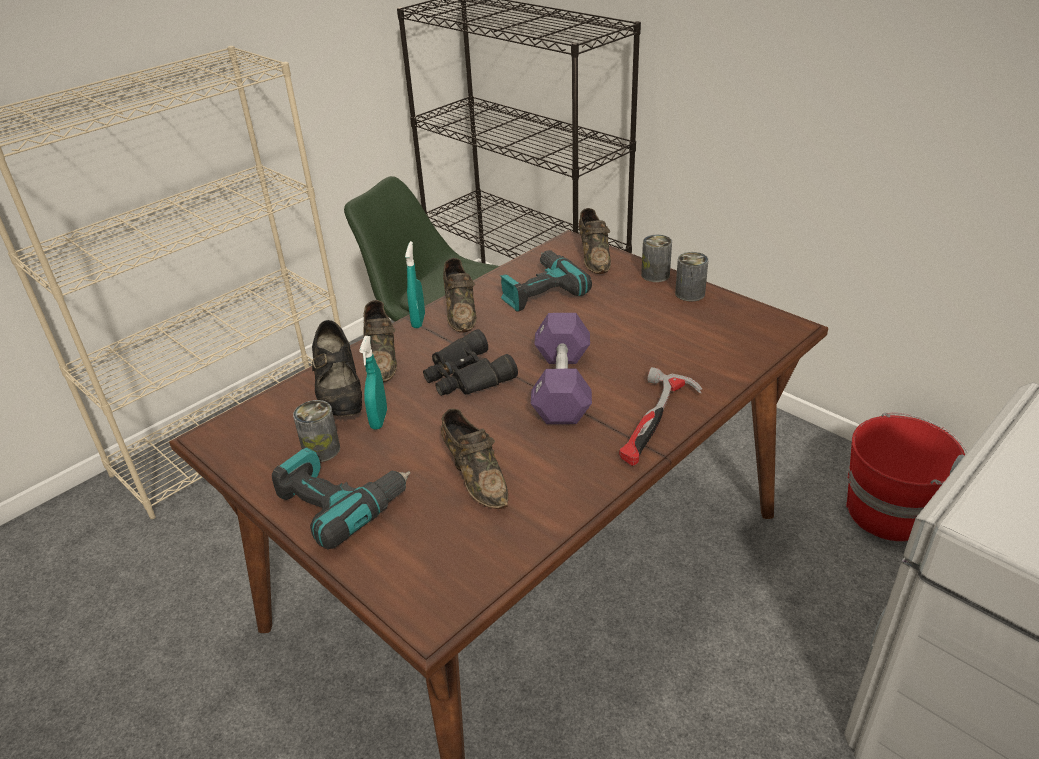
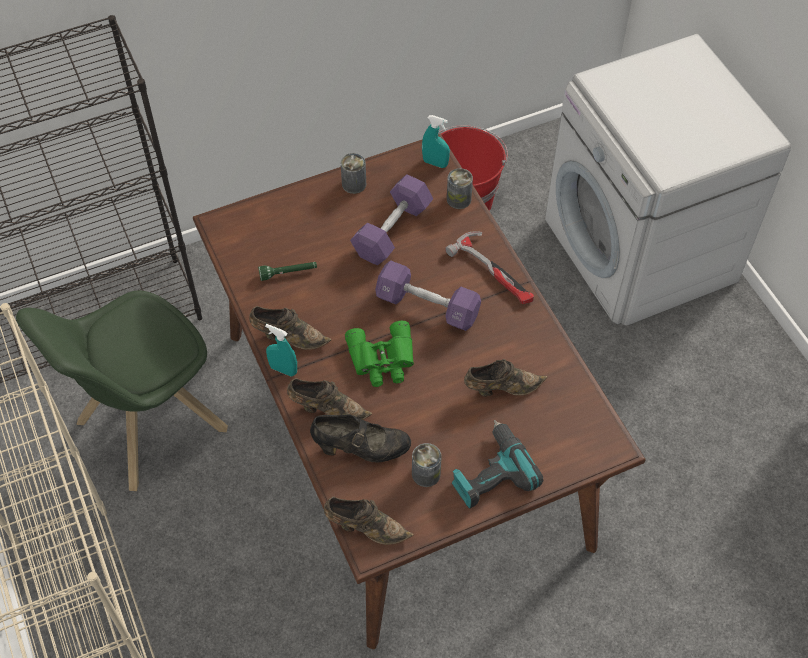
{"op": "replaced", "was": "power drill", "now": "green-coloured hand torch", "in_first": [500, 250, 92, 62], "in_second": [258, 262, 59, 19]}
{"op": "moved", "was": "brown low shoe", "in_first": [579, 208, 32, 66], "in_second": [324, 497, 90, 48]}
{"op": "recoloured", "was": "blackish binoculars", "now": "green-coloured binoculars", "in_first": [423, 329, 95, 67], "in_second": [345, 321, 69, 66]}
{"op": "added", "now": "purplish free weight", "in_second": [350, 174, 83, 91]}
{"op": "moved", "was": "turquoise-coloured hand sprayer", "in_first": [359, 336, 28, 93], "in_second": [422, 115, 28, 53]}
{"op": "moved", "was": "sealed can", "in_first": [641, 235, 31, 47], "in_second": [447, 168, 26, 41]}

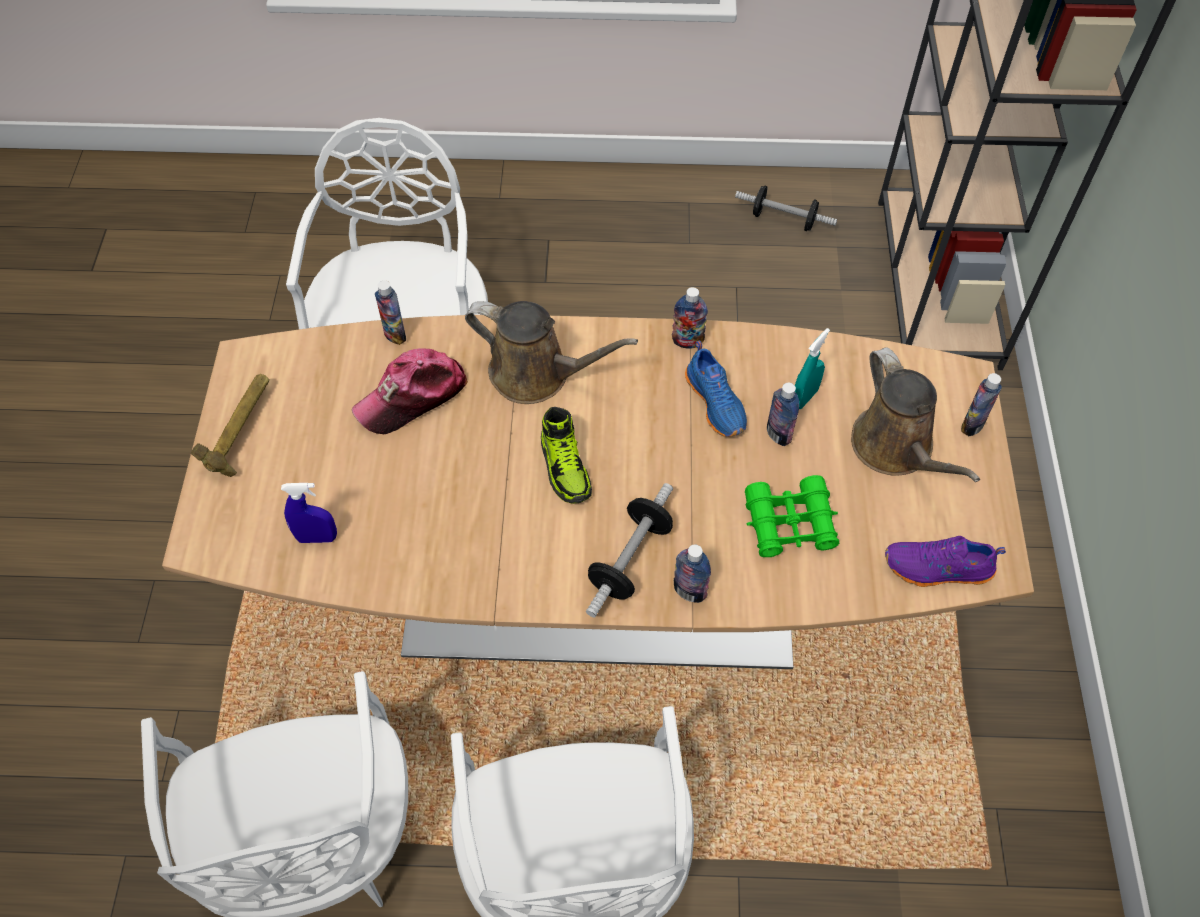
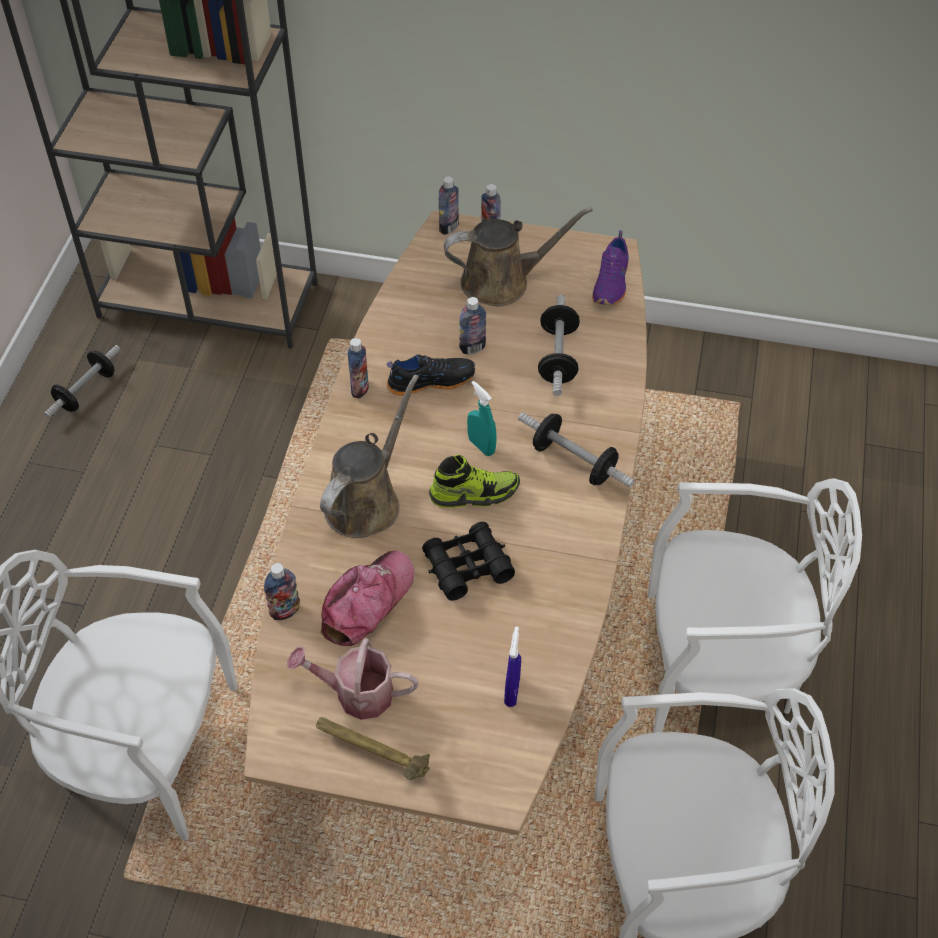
{"op": "added", "now": "sprinkling can", "in_second": [287, 638, 131, 82]}
{"op": "turned", "was": "peaked cap", "in_first": [352, 348, 116, 86], "in_second": [321, 551, 93, 95], "clockwise": -120}
{"op": "recoloured", "was": "bluish low shoe", "now": "blackish low shoe", "in_first": [685, 340, 62, 97], "in_second": [387, 354, 88, 42]}
{"op": "added", "now": "blackish binoculars", "in_second": [422, 522, 93, 79]}
{"op": "moved", "was": "bottle", "in_first": [674, 545, 37, 58], "in_second": [439, 176, 20, 59]}
{"op": "moved", "was": "turquoise-coloured hand sprayer", "in_first": [795, 328, 35, 81], "in_second": [467, 381, 30, 75]}
{"op": "replaced", "was": "green-coloured binoculars", "now": "free weight", "in_first": [745, 475, 94, 82], "in_second": [538, 295, 42, 101]}

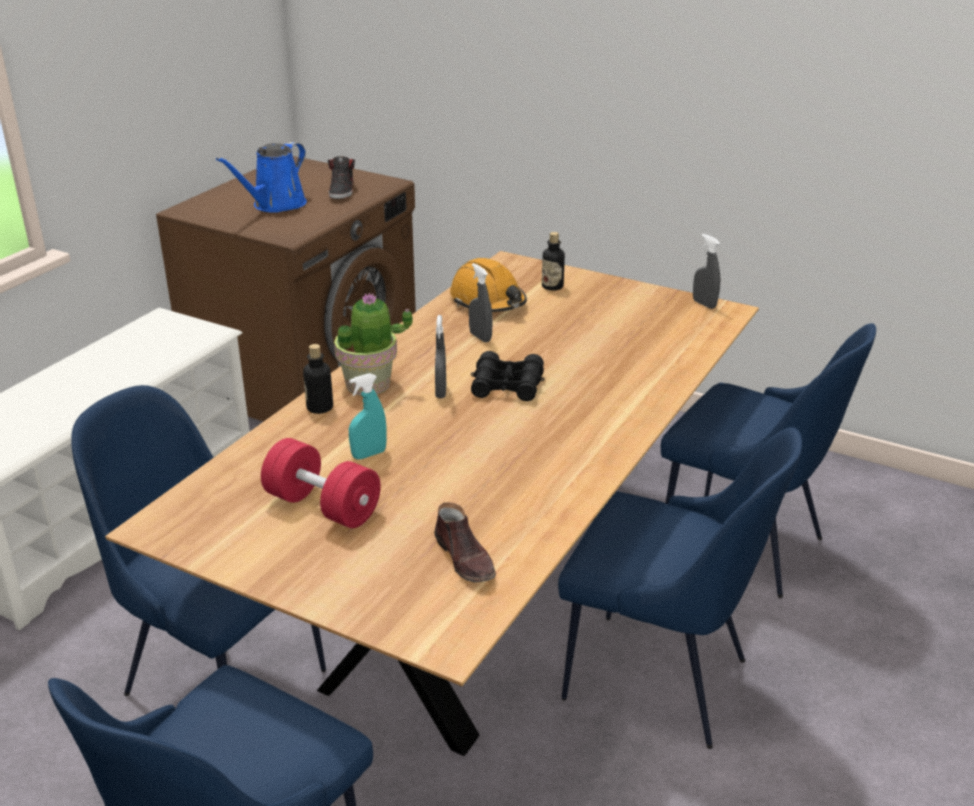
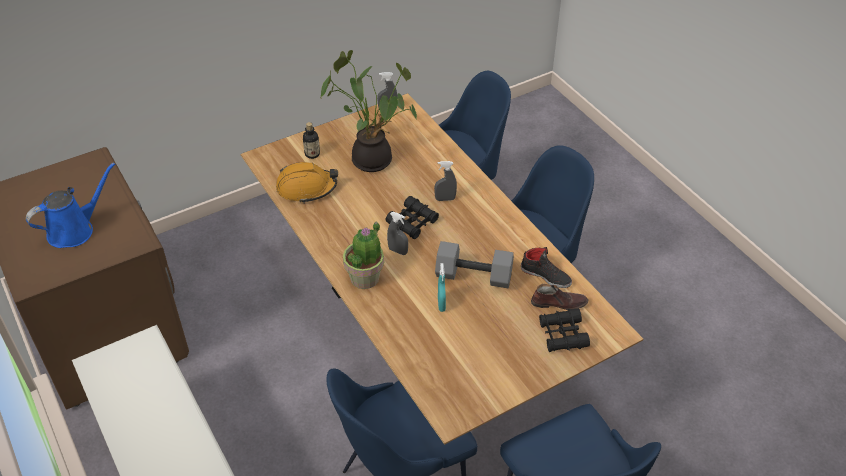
{"op": "turned", "was": "bluish sprinkling can", "in_first": [216, 142, 91, 71], "in_second": [26, 162, 89, 86], "clockwise": -105}
{"op": "added", "now": "houseplant", "in_second": [321, 50, 96, 122]}
{"op": "moved", "was": "greyish hand sprayer", "in_first": [469, 263, 24, 79], "in_second": [434, 161, 23, 40]}
{"op": "added", "now": "greyish free weight", "in_second": [435, 241, 79, 47]}
{"op": "moved", "was": "blackish low shoe", "in_first": [328, 156, 27, 43], "in_second": [521, 247, 51, 41]}
{"op": "added", "now": "blackish binoculars", "in_second": [539, 309, 51, 43]}
{"op": "removed", "was": "reddish free weight", "in_first": [261, 438, 120, 90]}
{"op": "removed", "was": "bottle", "in_first": [303, 344, 30, 70]}

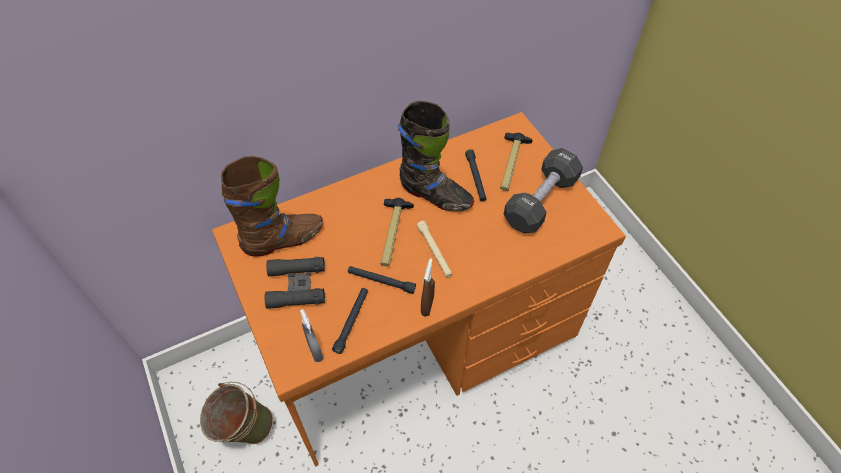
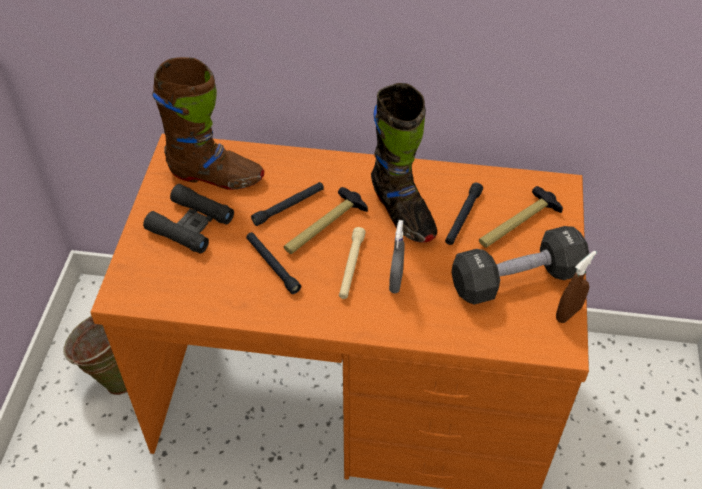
{"op": "moved", "was": "blackish hand torch", "in_first": [332, 288, 36, 66], "in_second": [251, 182, 73, 44]}
{"op": "moved", "was": "greyish hand sprayer", "in_first": [300, 309, 23, 53], "in_second": [389, 220, 15, 73]}
{"op": "moved", "was": "brown hand sprayer", "in_first": [421, 258, 14, 59], "in_second": [556, 251, 41, 72]}

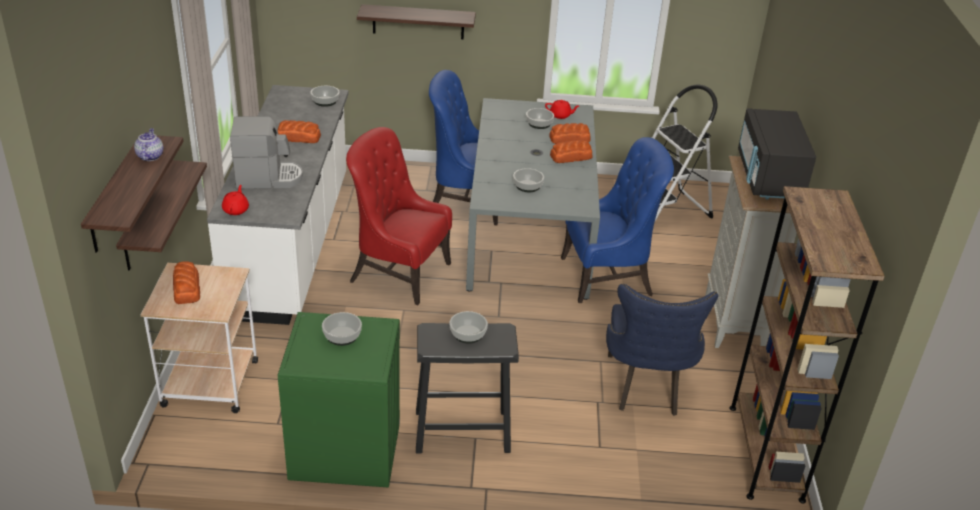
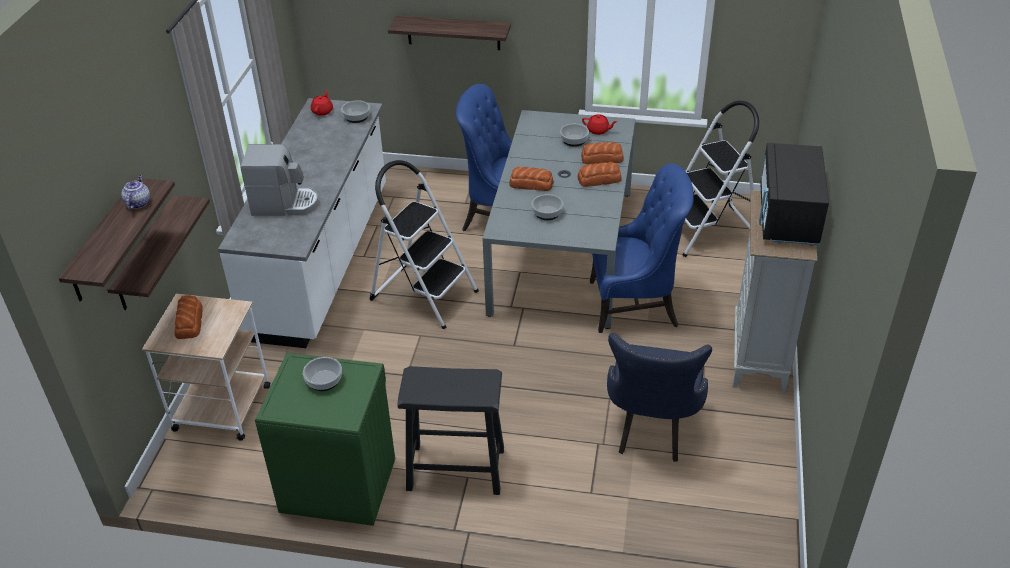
{"op": "moved", "was": "reddish tea pot", "in_first": [222, 185, 27, 30], "in_second": [311, 90, 22, 26]}
{"op": "replaced", "was": "reddish chair", "now": "stepladder", "in_first": [346, 127, 106, 178], "in_second": [370, 160, 109, 169]}
{"op": "moved", "was": "bakery bread", "in_first": [278, 120, 43, 23], "in_second": [510, 167, 43, 24]}
{"op": "removed", "was": "bowl", "in_first": [449, 311, 39, 32]}
{"op": "removed", "was": "brown bookcase", "in_first": [729, 186, 156, 317]}

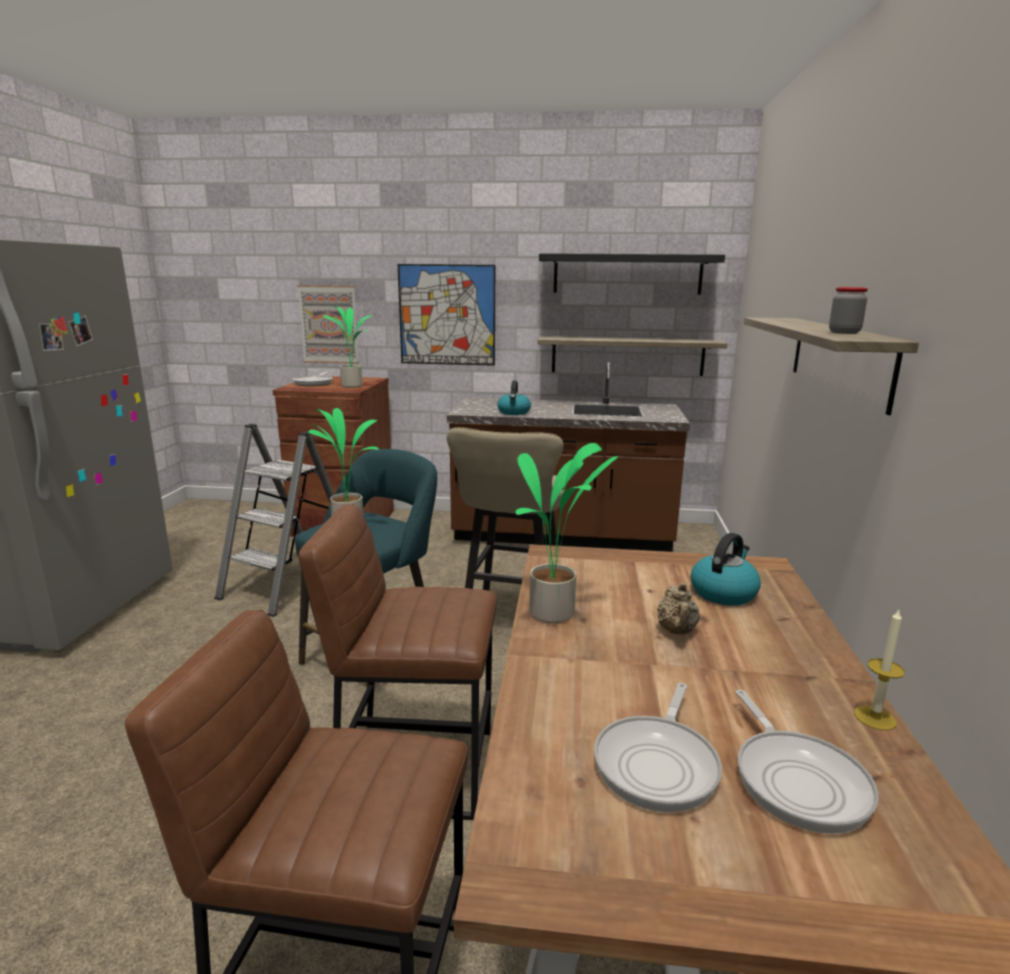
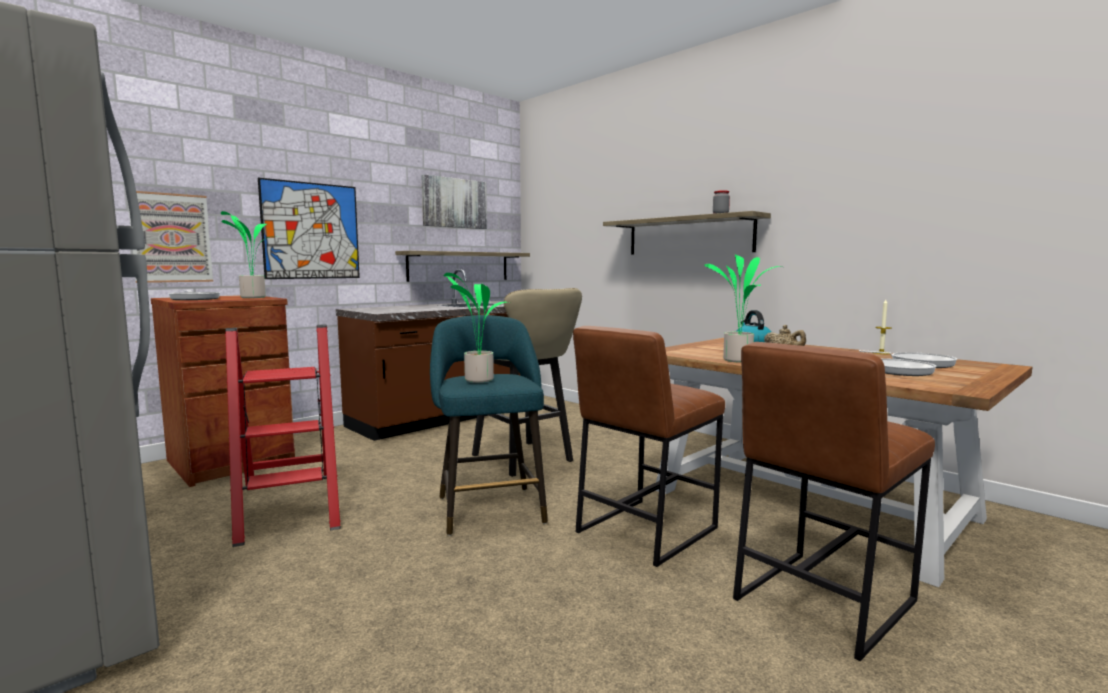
{"op": "recoloured", "was": "greyish stepladder", "now": "reddish stepladder", "in_first": [214, 424, 120, 193], "in_second": [225, 324, 116, 223]}
{"op": "replaced", "was": "blackish wall shelf", "now": "picture", "in_first": [539, 253, 186, 42], "in_second": [421, 174, 66, 55]}
{"op": "removed", "was": "tea kettle", "in_first": [497, 380, 34, 35]}

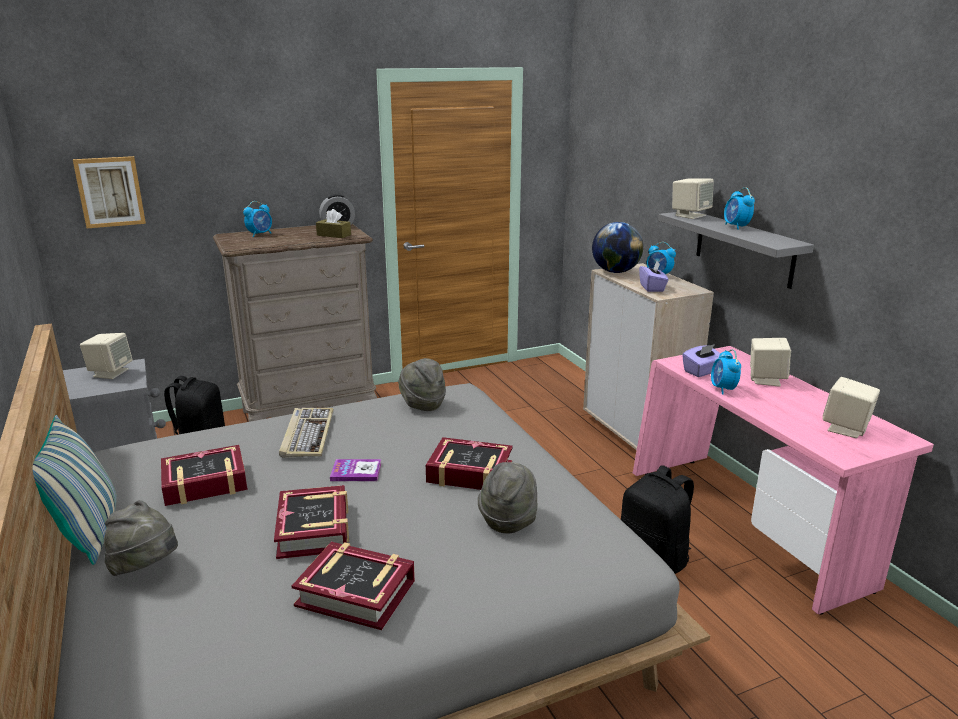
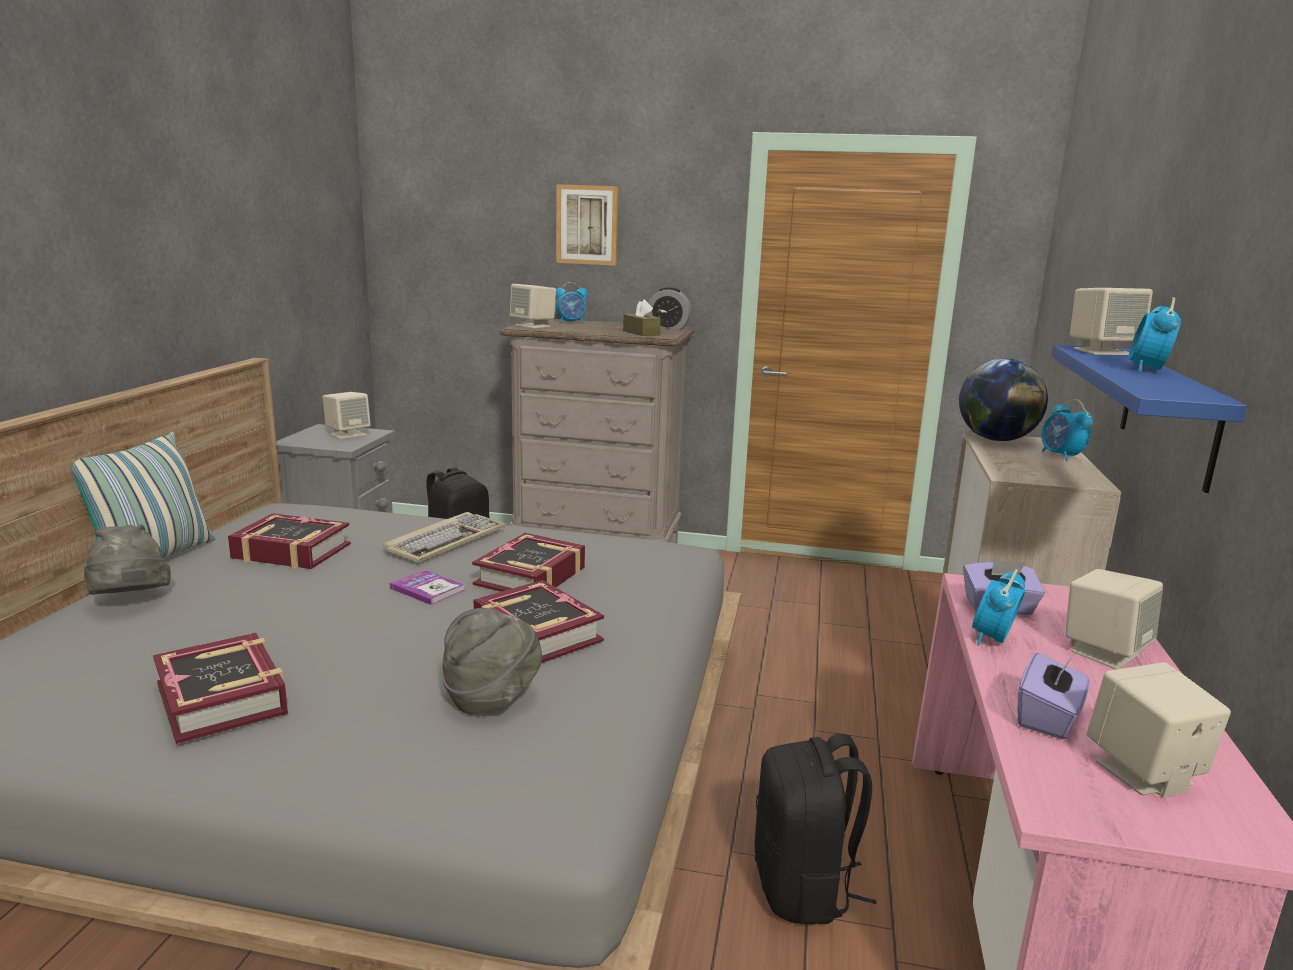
{"op": "moved", "was": "volume", "in_first": [274, 485, 75, 74], "in_second": [472, 533, 113, 59]}
{"op": "added", "now": "beige-coloured audio speaker", "in_second": [510, 284, 46, 45]}
{"op": "moved", "was": "picture", "in_first": [73, 156, 73, 72], "in_second": [556, 184, 63, 82]}
{"op": "moved", "was": "purplish tissue box", "in_first": [639, 262, 30, 30], "in_second": [1017, 653, 73, 86]}
{"op": "recoloured", "was": "greyish wall shelf", "now": "bluish wall shelf", "in_first": [658, 211, 156, 78], "in_second": [1052, 345, 195, 148]}
{"op": "removed", "was": "greyish wearable hat", "in_first": [398, 358, 48, 53]}

